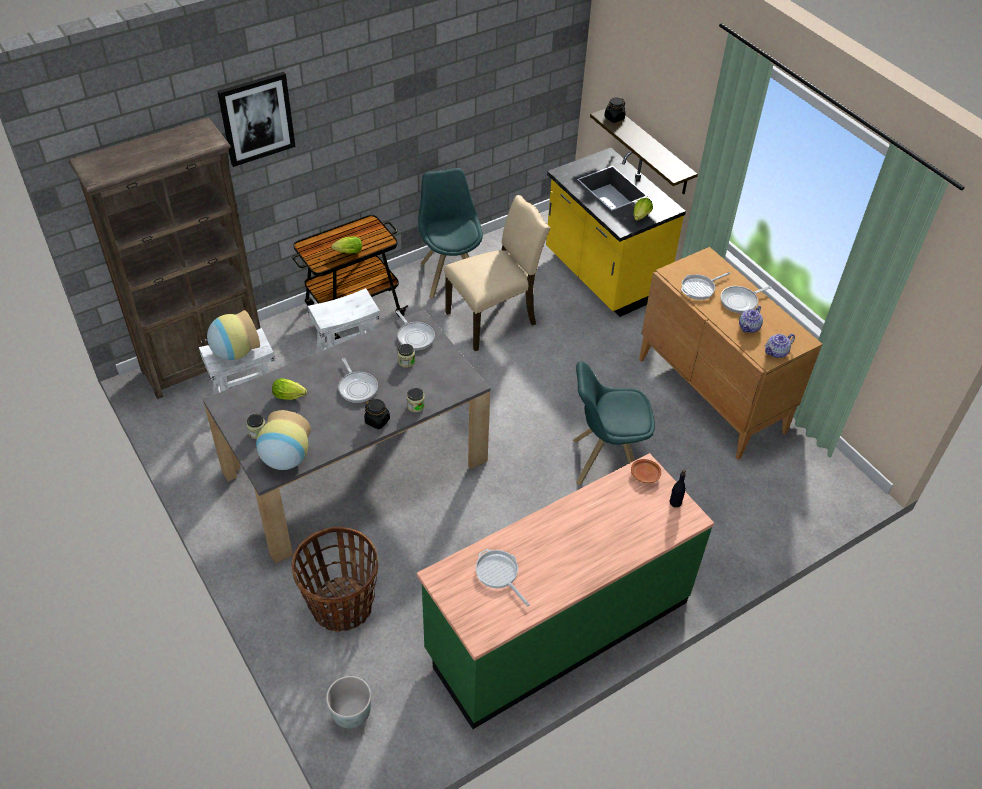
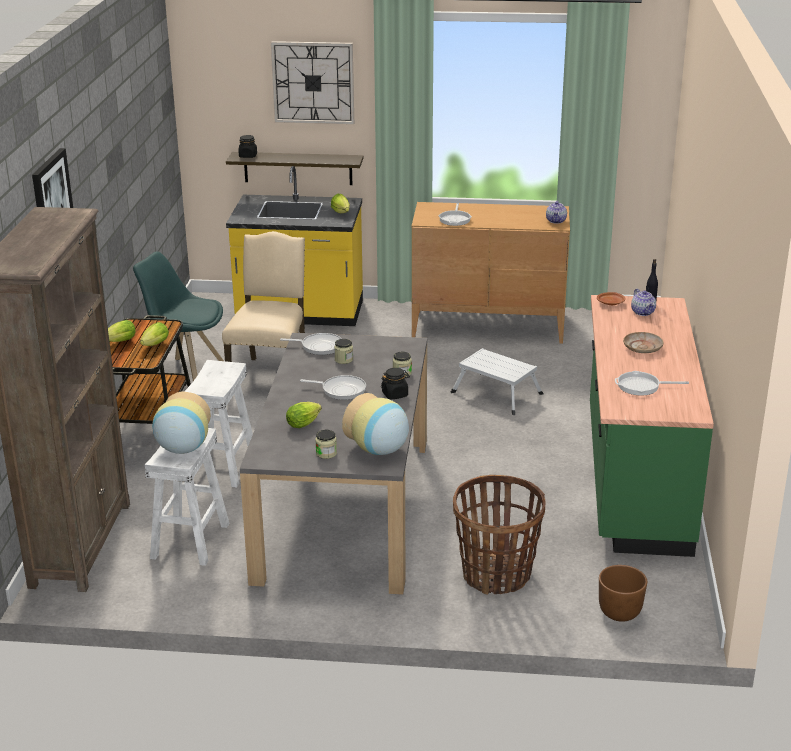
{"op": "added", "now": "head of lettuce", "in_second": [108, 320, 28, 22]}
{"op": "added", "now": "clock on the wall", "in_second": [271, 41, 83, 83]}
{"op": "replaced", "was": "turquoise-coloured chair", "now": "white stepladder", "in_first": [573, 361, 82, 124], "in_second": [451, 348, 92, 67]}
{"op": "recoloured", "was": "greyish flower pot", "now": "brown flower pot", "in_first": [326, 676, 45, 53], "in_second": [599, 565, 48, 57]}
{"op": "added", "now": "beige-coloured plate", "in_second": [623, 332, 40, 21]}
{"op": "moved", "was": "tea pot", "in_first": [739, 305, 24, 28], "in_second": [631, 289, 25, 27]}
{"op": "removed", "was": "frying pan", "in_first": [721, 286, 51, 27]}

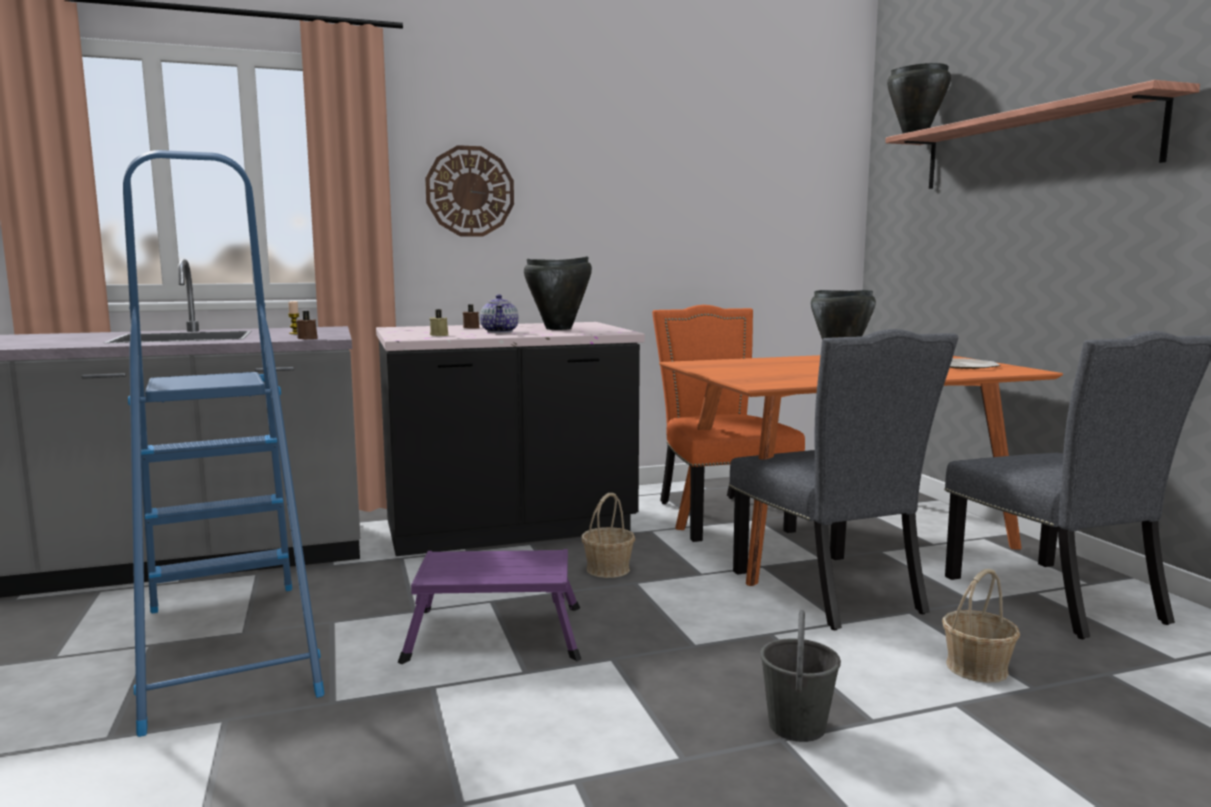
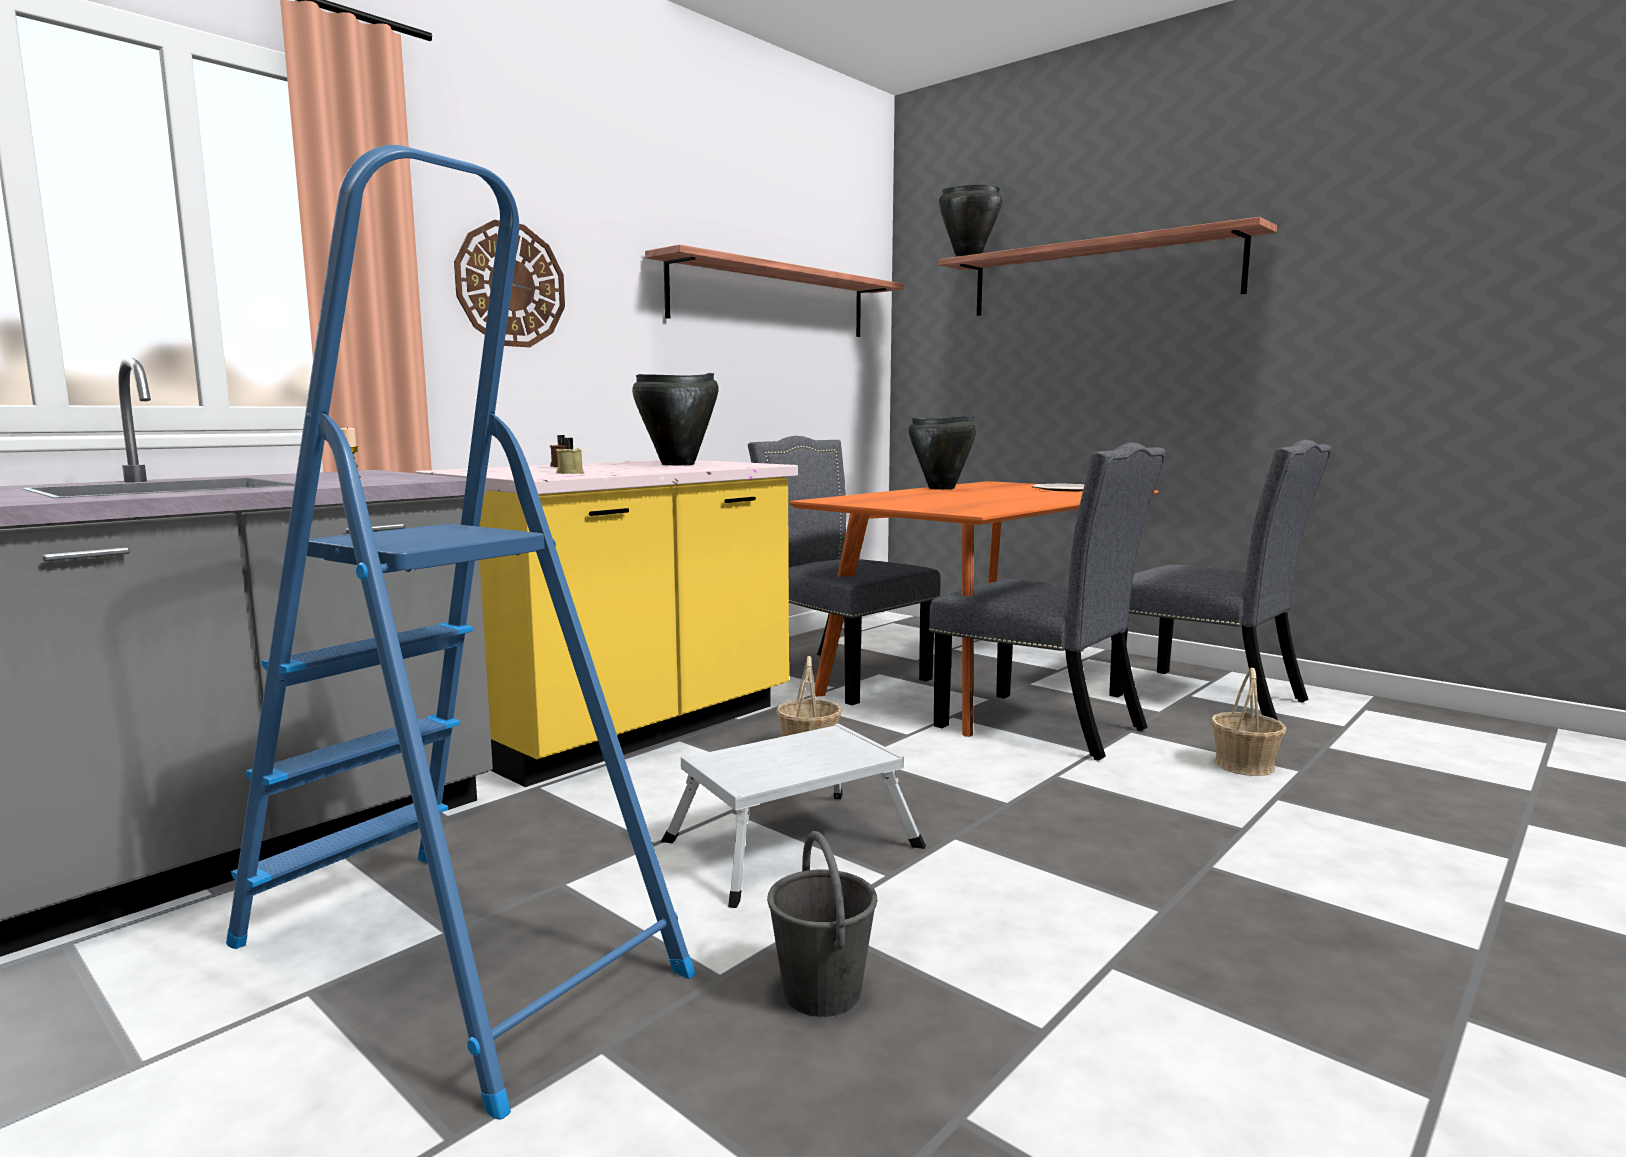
{"op": "recoloured", "was": "blackish counter", "now": "yellow-coloured counter", "in_first": [376, 322, 269, 234], "in_second": [416, 460, 382, 327]}
{"op": "added", "now": "wall shelf", "in_second": [645, 244, 259, 93]}
{"op": "recoloured", "was": "purplish stepladder", "now": "white stepladder", "in_first": [398, 549, 183, 116], "in_second": [661, 724, 265, 184]}
{"op": "recoloured", "was": "orange chair", "now": "greyish chair", "in_first": [652, 305, 153, 237], "in_second": [748, 436, 193, 269]}
{"op": "moved", "was": "greyish pail", "in_first": [760, 610, 81, 132], "in_second": [767, 831, 110, 186]}
{"op": "removed", "was": "brown wax light", "in_first": [296, 311, 22, 28]}
{"op": "removed", "was": "tea pot", "in_first": [480, 294, 39, 39]}

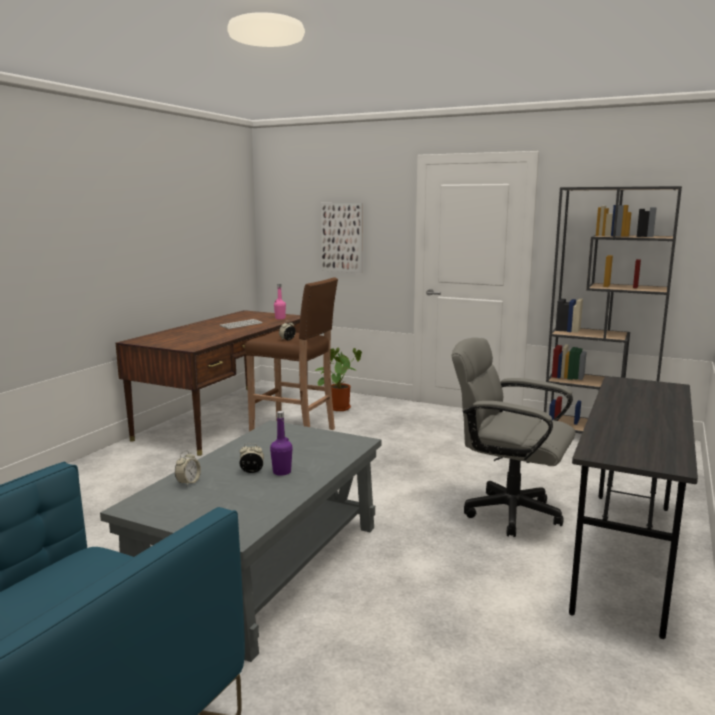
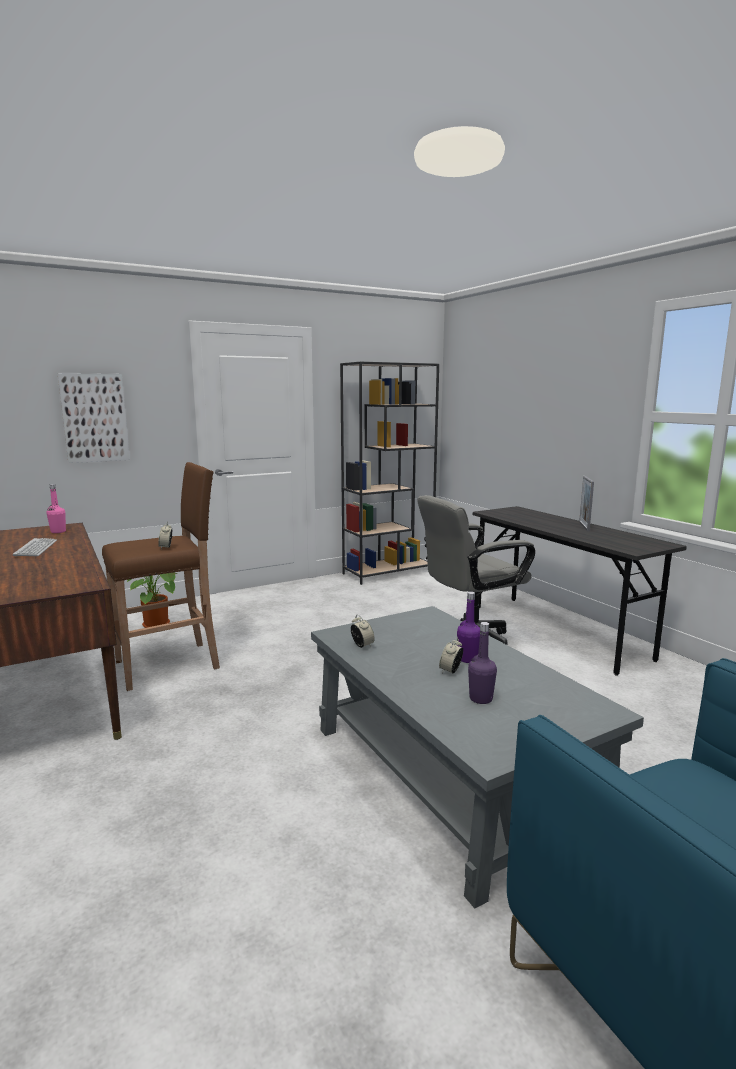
{"op": "moved", "was": "alarm clock", "in_first": [175, 451, 26, 35], "in_second": [351, 614, 24, 34]}
{"op": "added", "now": "purplish bottle", "in_second": [468, 622, 29, 82]}
{"op": "added", "now": "picture frame", "in_second": [579, 476, 15, 55]}

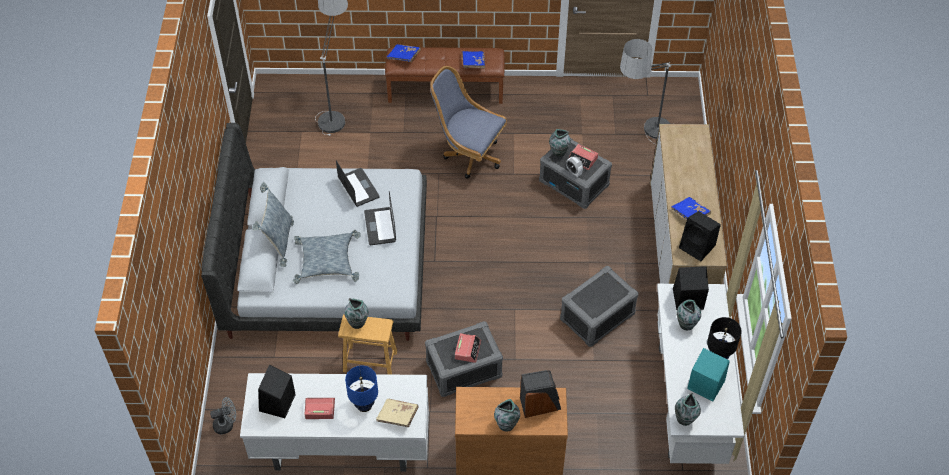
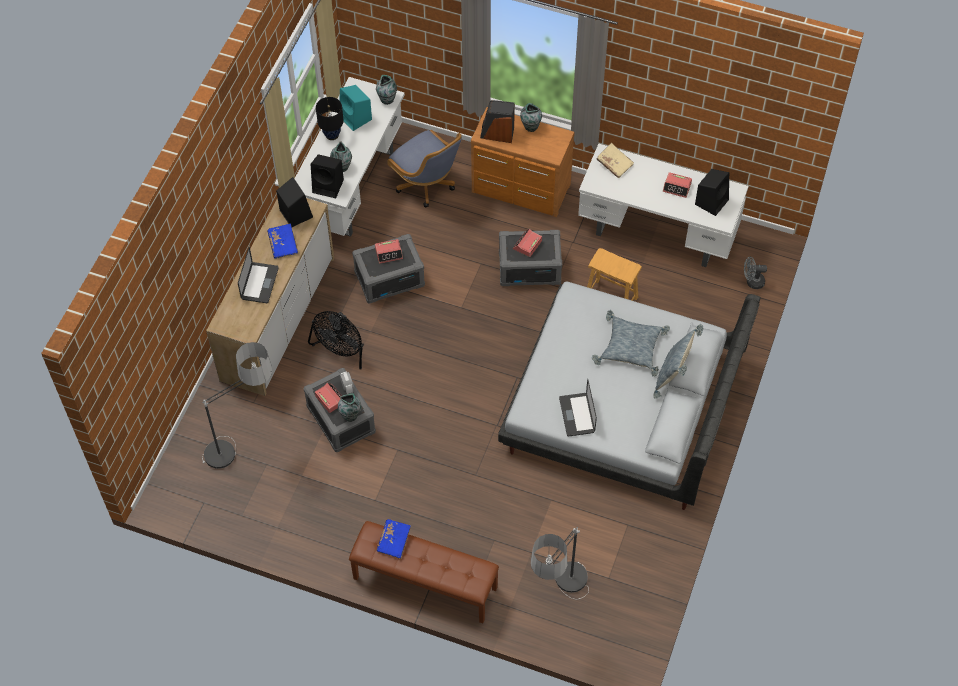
{"op": "moved", "was": "laptop", "in_first": [364, 191, 32, 54], "in_second": [238, 247, 41, 56]}
{"op": "added", "now": "blackish cooling fan", "in_second": [308, 311, 56, 59]}
{"op": "added", "now": "alarm clock", "in_second": [375, 239, 28, 25]}
{"op": "moved", "was": "bluish office chair", "in_first": [430, 66, 77, 113], "in_second": [387, 130, 75, 77]}
{"op": "removed", "was": "decorative vase", "in_first": [344, 298, 25, 31]}
{"op": "removed", "was": "bluish table lamp", "in_first": [345, 365, 33, 47]}
{"op": "removed", "was": "bluish volume", "in_first": [387, 44, 34, 18]}

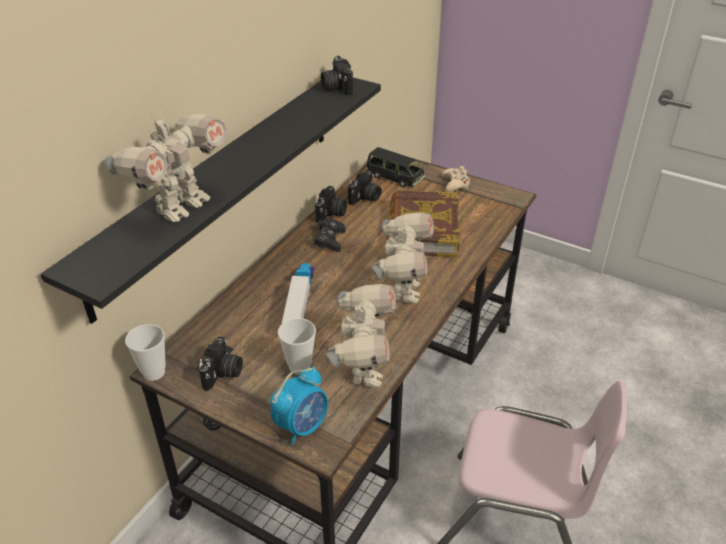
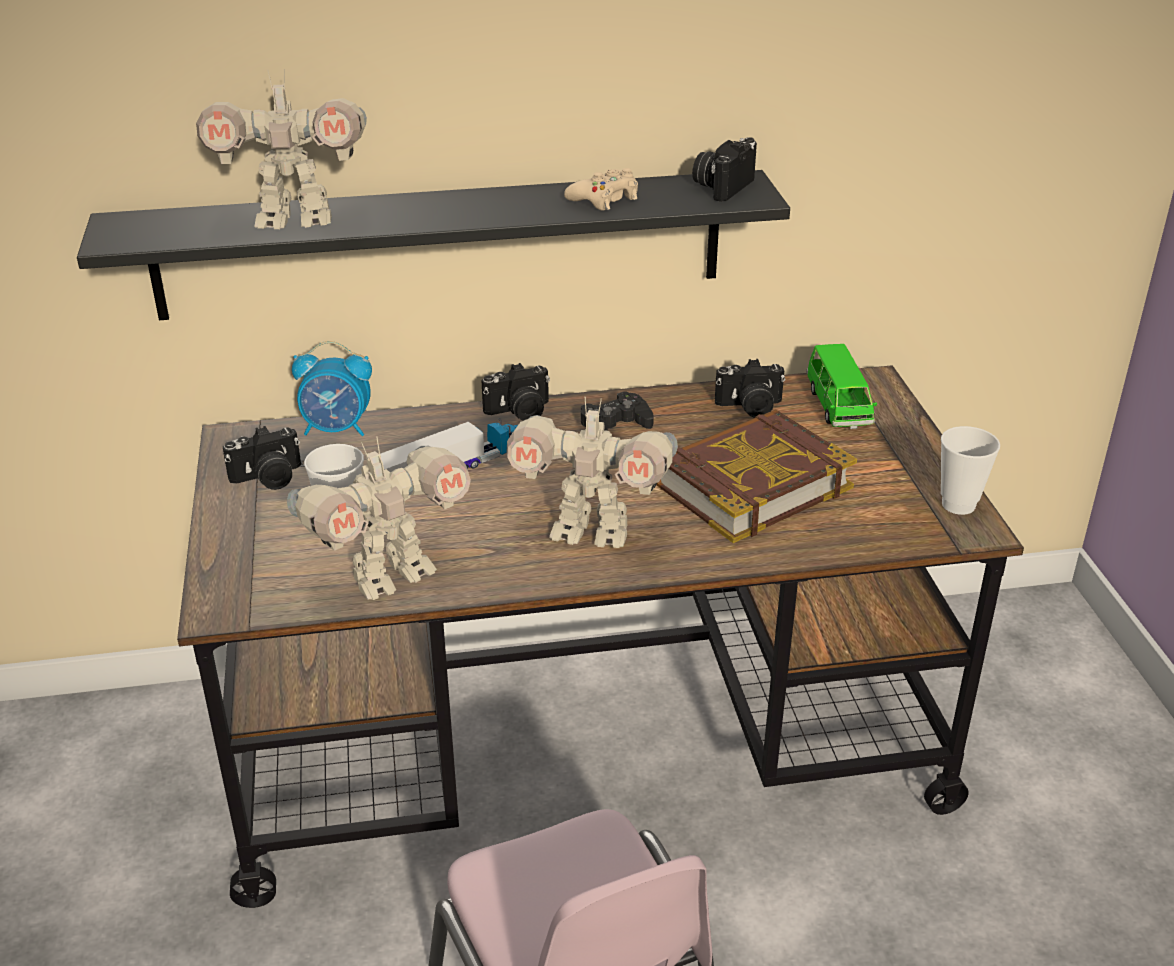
{"op": "moved", "was": "alarm clock", "in_first": [270, 366, 58, 79], "in_second": [292, 341, 80, 95]}
{"op": "moved", "was": "still camera", "in_first": [315, 186, 32, 37], "in_second": [481, 363, 69, 58]}
{"op": "turned", "was": "model robot", "in_first": [371, 212, 63, 91], "in_second": [506, 397, 172, 151], "clockwise": 45}
{"op": "moved", "was": "beige-coloured gamepad", "in_first": [442, 166, 28, 26], "in_second": [564, 168, 74, 43]}
{"op": "recoloured", "was": "blackish miniature car", "now": "green-coloured miniature car", "in_first": [366, 147, 59, 40], "in_second": [806, 344, 71, 85]}
{"op": "moved", "was": "small cup", "in_first": [125, 324, 41, 57], "in_second": [941, 426, 59, 89]}

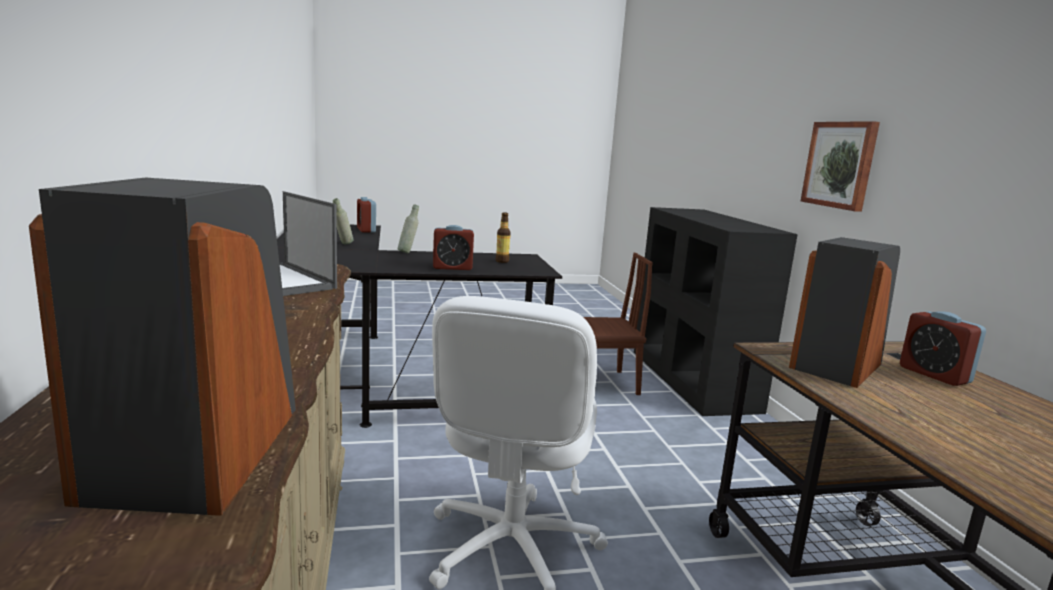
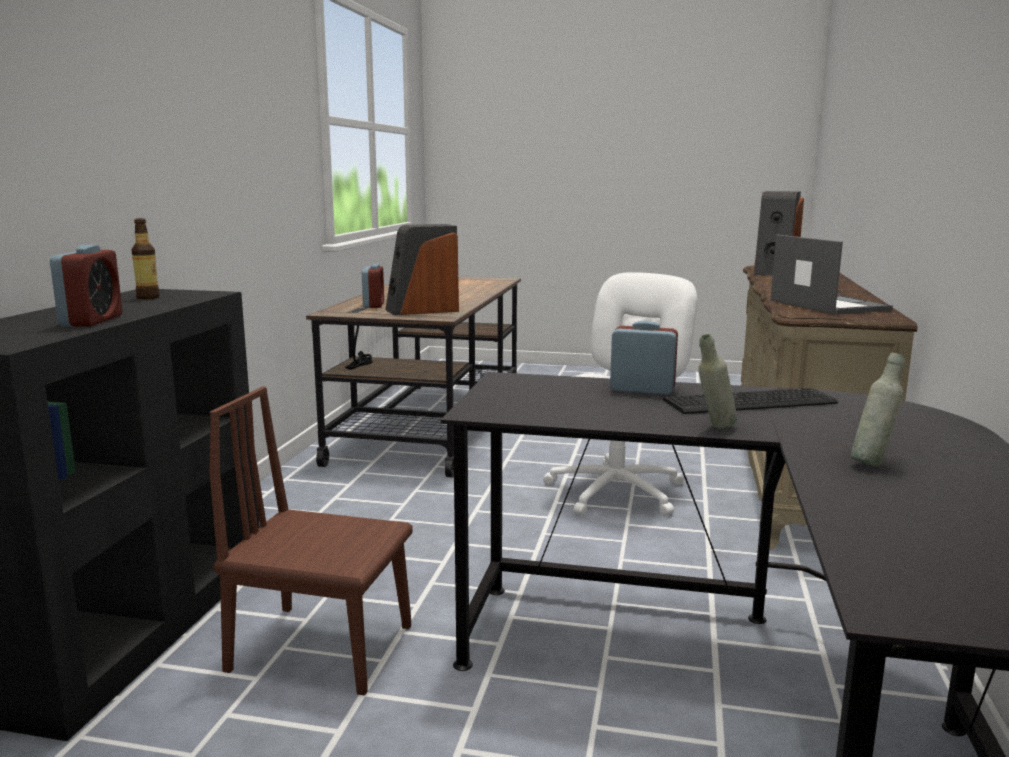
{"op": "moved", "was": "alarm clock", "in_first": [357, 197, 19, 36], "in_second": [50, 245, 72, 82]}
{"op": "moved", "was": "bottle", "in_first": [496, 212, 15, 51], "in_second": [132, 218, 28, 81]}
{"op": "added", "now": "PC keyboard", "in_second": [663, 388, 175, 26]}
{"op": "removed", "was": "picture", "in_first": [801, 121, 79, 91]}

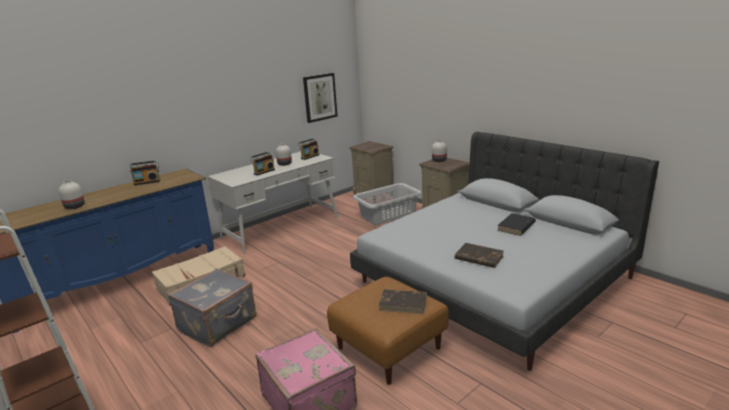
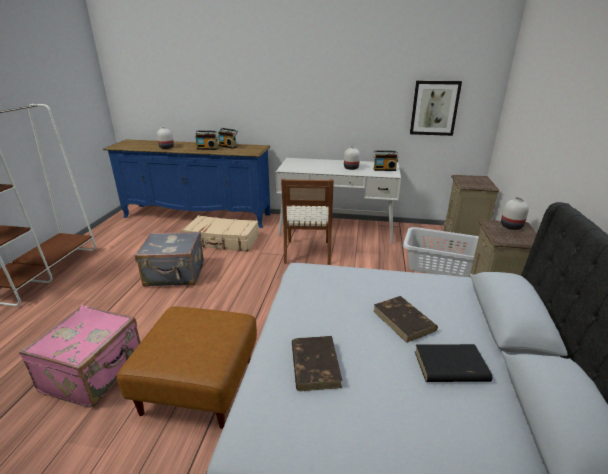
{"op": "moved", "was": "radio set", "in_first": [249, 151, 26, 25], "in_second": [195, 130, 23, 20]}
{"op": "added", "now": "chair", "in_second": [281, 179, 53, 86]}
{"op": "moved", "was": "brown volume", "in_first": [379, 289, 48, 25], "in_second": [373, 296, 65, 47]}

